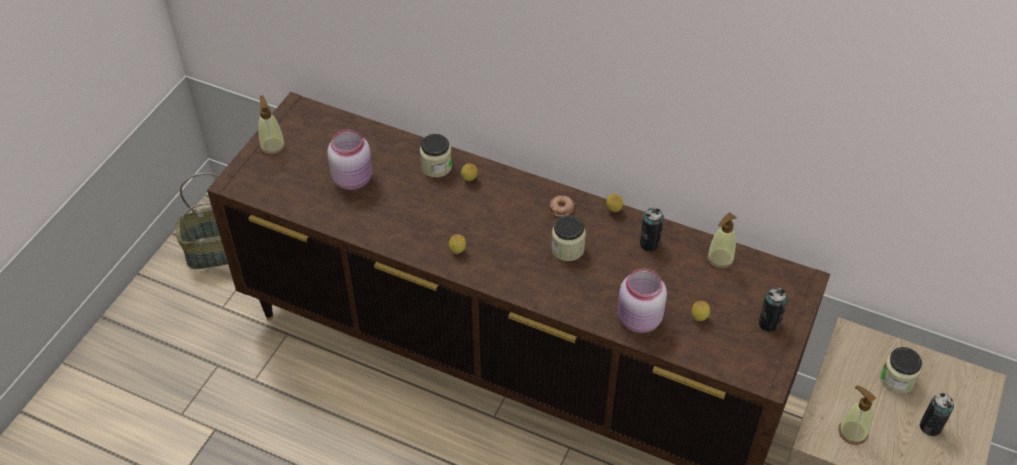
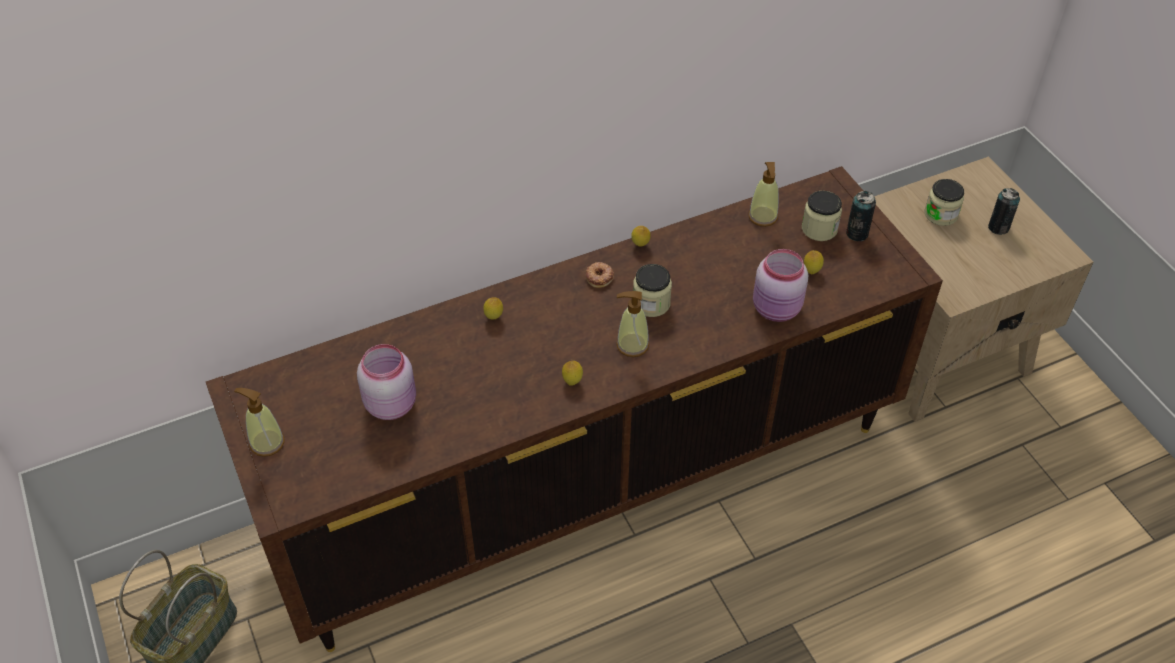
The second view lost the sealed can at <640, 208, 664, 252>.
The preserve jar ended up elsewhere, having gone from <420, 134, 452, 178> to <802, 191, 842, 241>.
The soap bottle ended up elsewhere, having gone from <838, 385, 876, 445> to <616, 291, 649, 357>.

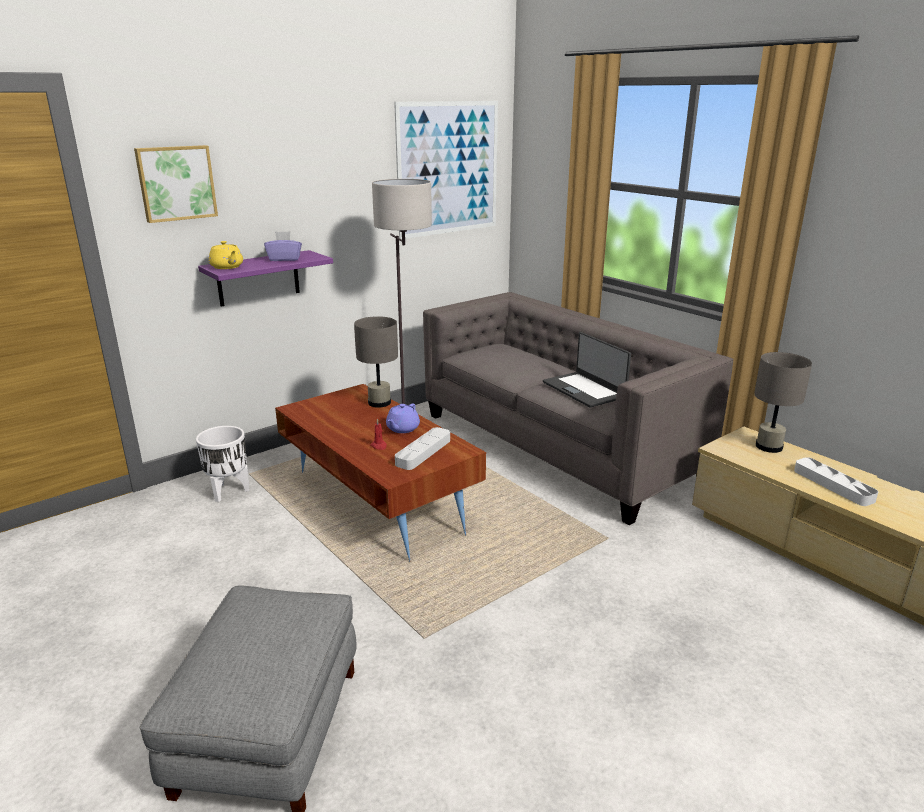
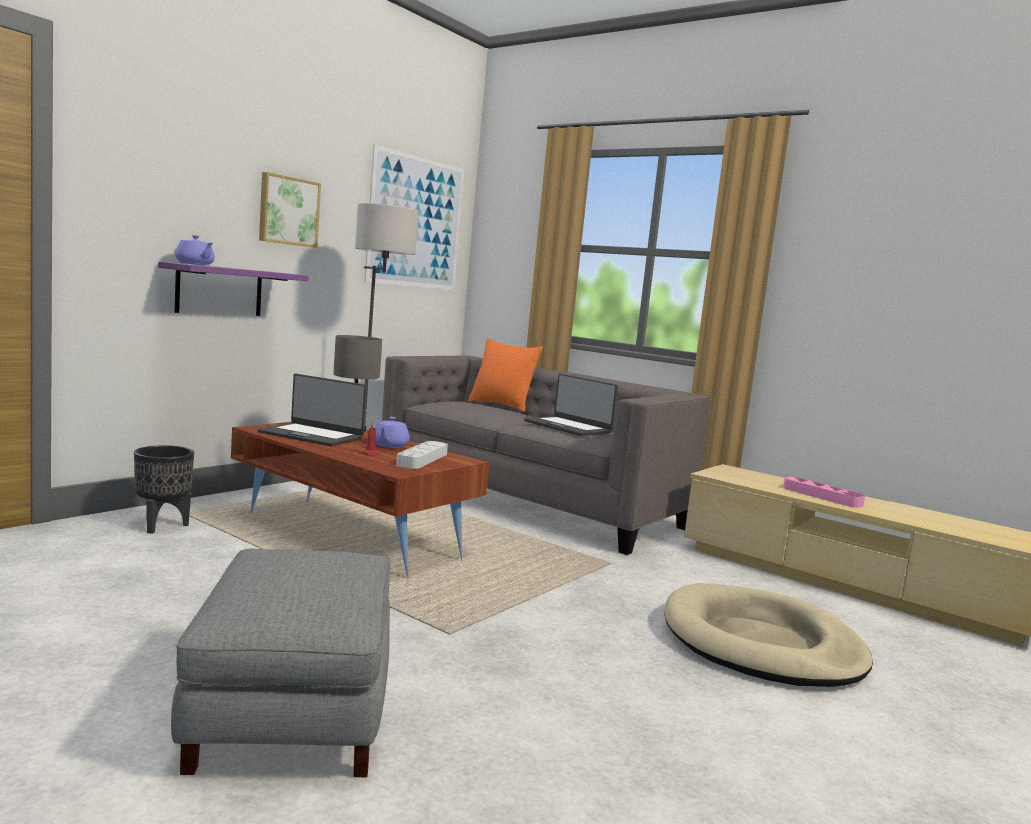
The second view lost the tissue box (purplish) at <264, 231, 302, 261>.
The second view lost the tabletop lamp (grey) at <754, 352, 812, 453>.
The second view gained the laptop at <258, 374, 367, 447>.
The second view gained the throw pillow (orangey) at <468, 338, 543, 412>.
The second view gained the dog cushion (sand-coloured) at <664, 583, 873, 687>.
The picture ended up elsewhere, having gone from <134, 145, 218, 223> to <259, 172, 321, 248>.
What was the planter (whitish) at <196, 426, 249, 502> turned into the planter (black-coloured) at <134, 445, 194, 534>.
What was the tea pot (yellow) at <209, 241, 243, 269> turned into the tea pot (purplish) at <175, 235, 215, 265>.
What was the tray (grey) at <794, 457, 878, 506> turned into the tray (pinkish) at <783, 477, 865, 508>.

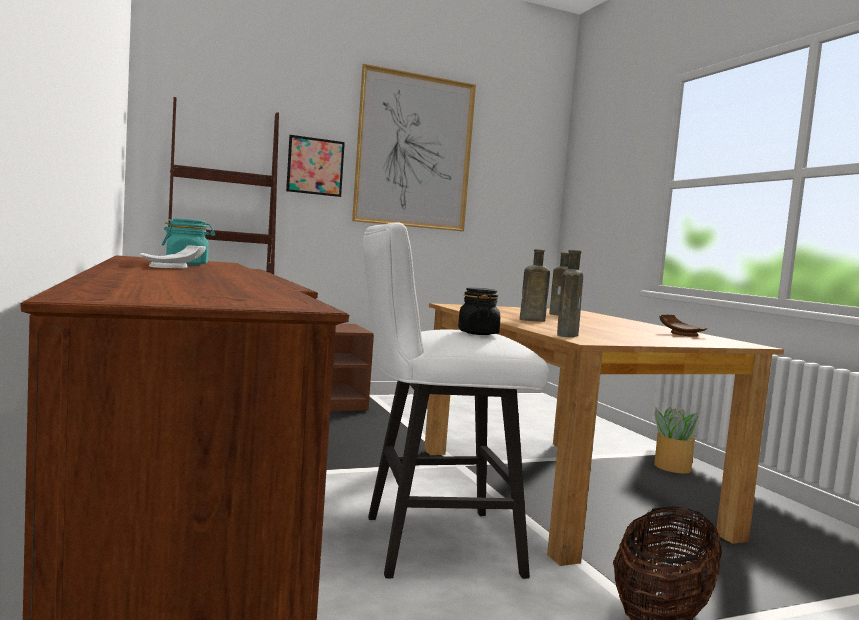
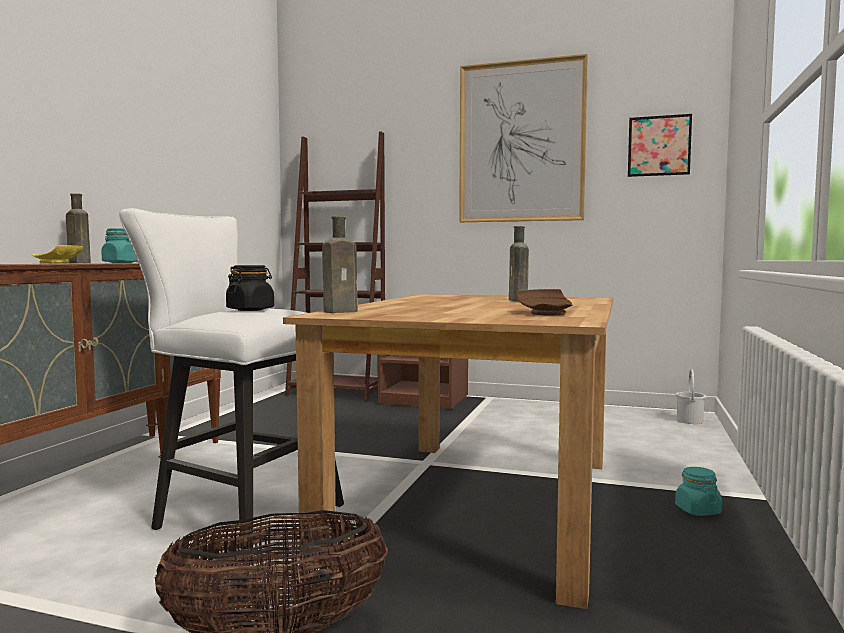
The second view gained the bucket (whitish) at <675, 369, 707, 424>.
The picture ended up elsewhere, having gone from <286, 135, 345, 197> to <628, 114, 692, 177>.
The beverage bottle (brown-coloured) ended up elsewhere, having gone from <520, 249, 550, 322> to <66, 193, 91, 263>.
Where the houseplant stood at <654, 407, 699, 474>, the preserve jar (blue-green) came to stand at <675, 467, 722, 516>.
What was the dinner plate (whitish) at <140, 245, 206, 268> turned into the dinner plate (yellow) at <31, 245, 83, 263>.

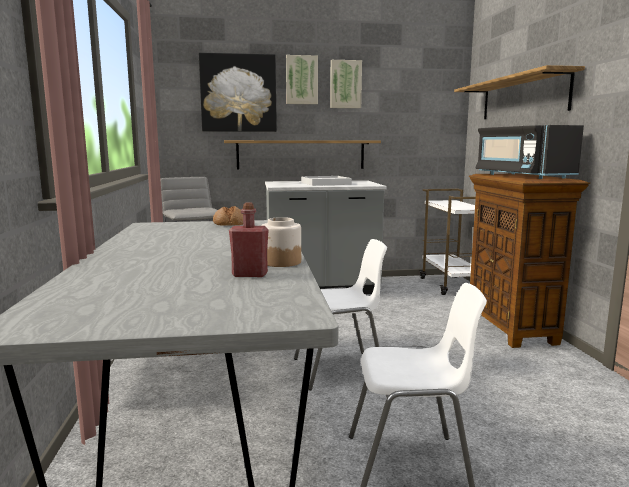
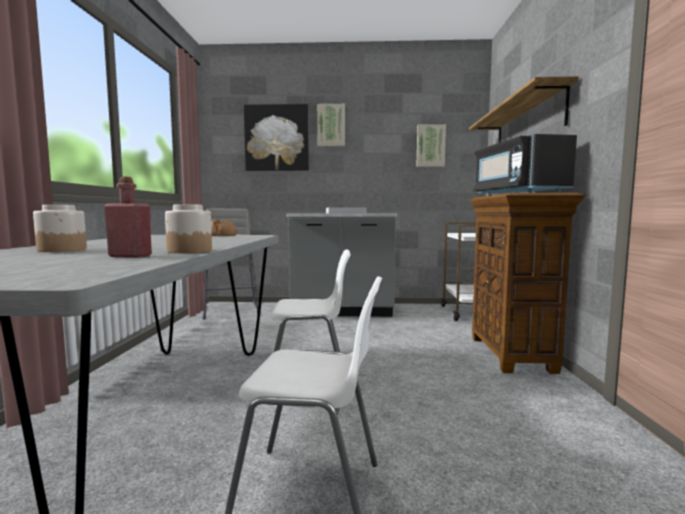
The second view lost the shelf at <224, 140, 381, 170>.
The second view gained the preserve jar at <33, 205, 87, 252>.
The picture ended up elsewhere, having gone from <330, 60, 362, 108> to <416, 124, 446, 167>.

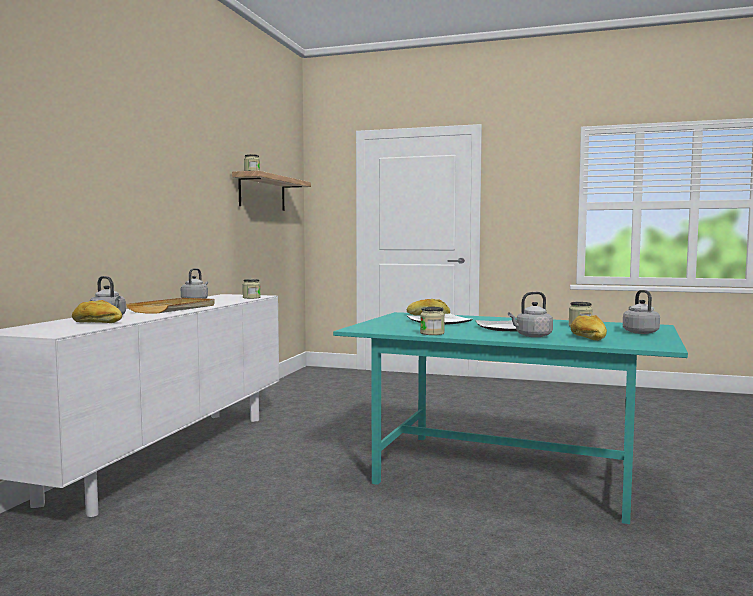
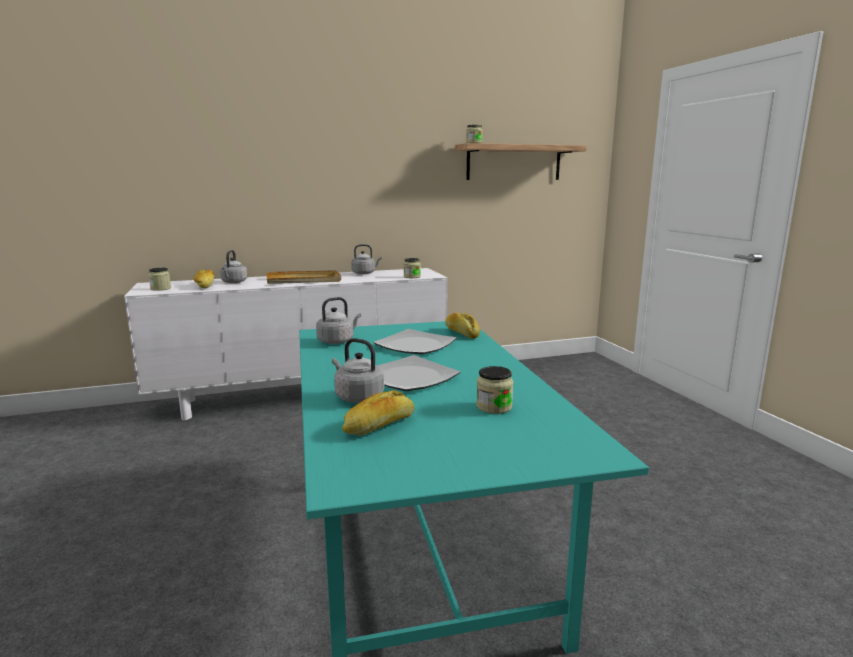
The preserve jar ended up elsewhere, having gone from <420, 307, 445, 335> to <148, 268, 171, 291>.
The tea kettle (grey) ended up elsewhere, having gone from <623, 290, 660, 334> to <316, 297, 361, 344>.

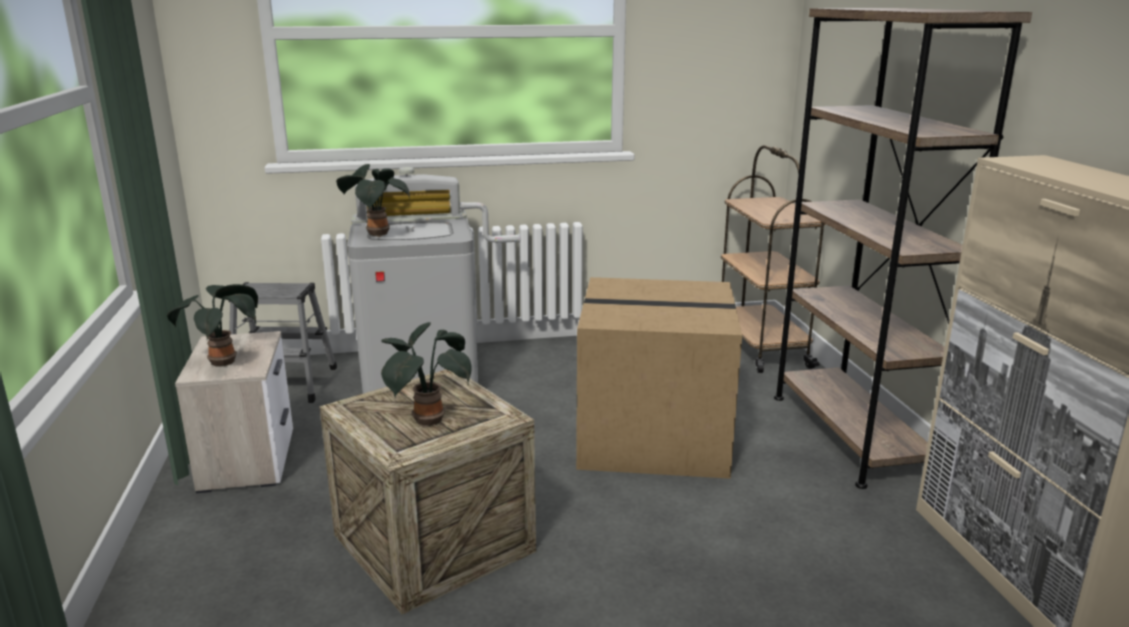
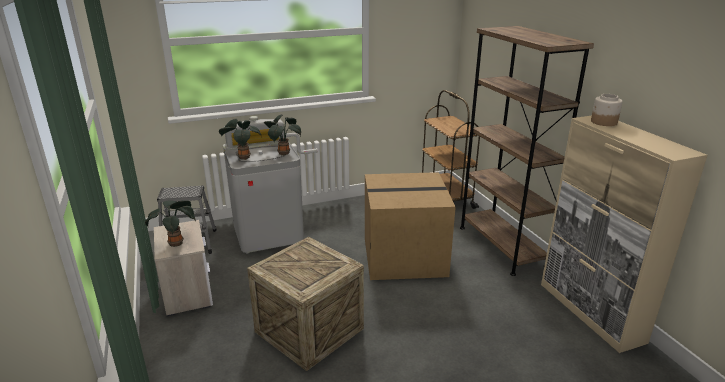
The second view gained the preserve jar at <591, 94, 623, 126>.
The houseplant ended up elsewhere, having gone from <381, 322, 472, 428> to <263, 114, 301, 156>.

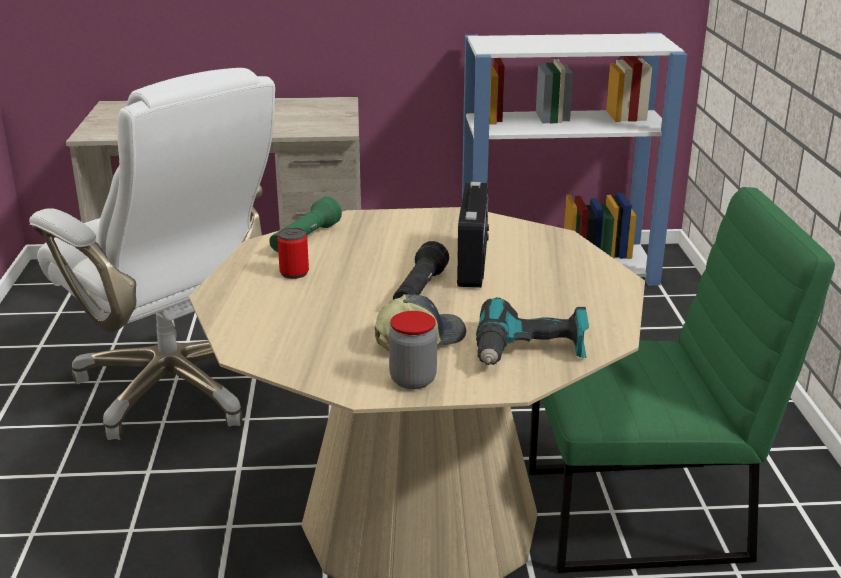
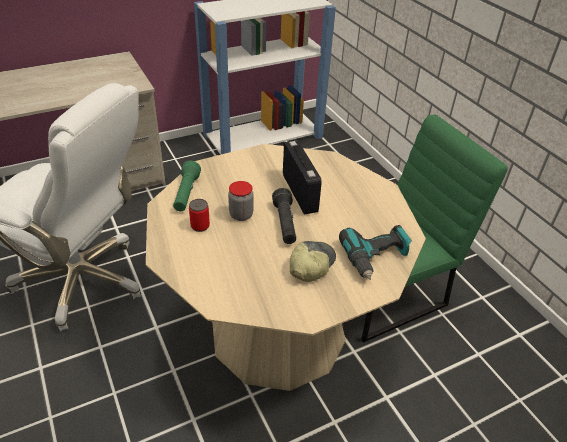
The preserve jar ended up elsewhere, having gone from <389, 311, 437, 389> to <228, 181, 253, 221>.

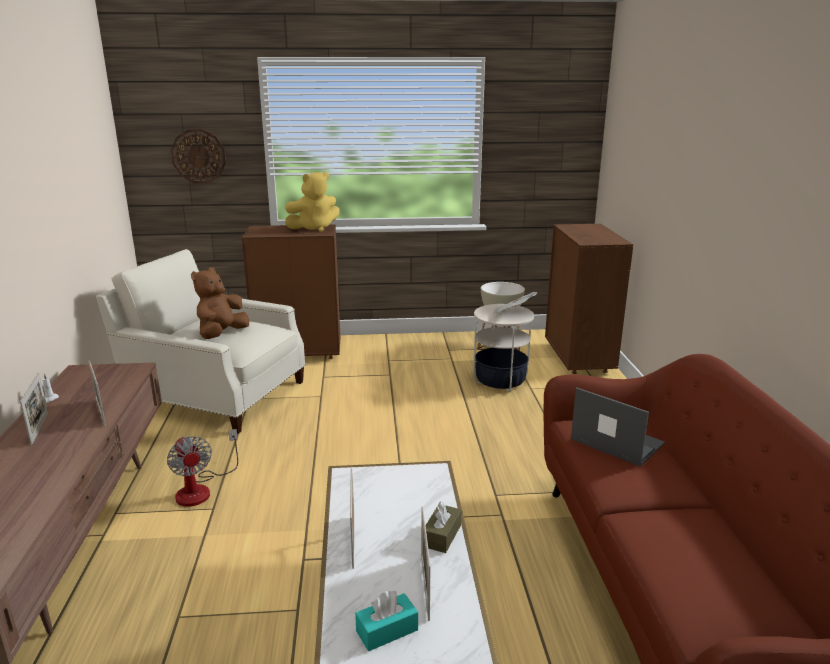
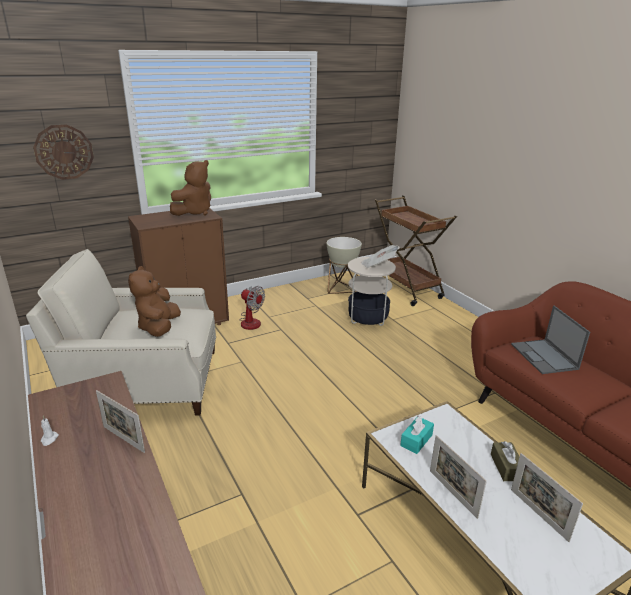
The second view lost the picture frame at <20, 372, 48, 445>.
The electric fan ended up elsewhere, having gone from <167, 429, 238, 507> to <239, 286, 265, 330>.
The tissue box (blue-green) ended up elsewhere, having gone from <355, 591, 418, 651> to <400, 415, 434, 454>.
Where the cupboard (brown-coloured) stood at <545, 224, 633, 374>, the trolley (brown-coloured) came to stand at <375, 195, 457, 306>.
What was the plush toy (yellow) at <285, 172, 340, 232> turned into the plush toy (brown-coloured) at <170, 160, 211, 216>.
The laptop at <571, 388, 665, 466> ended up facing another way, 120 degrees counterclockwise from before.

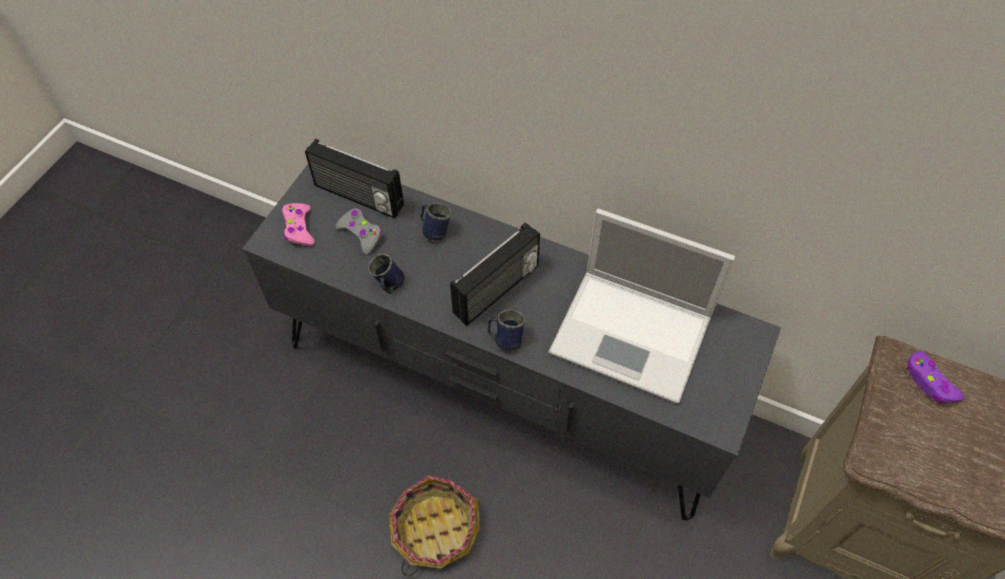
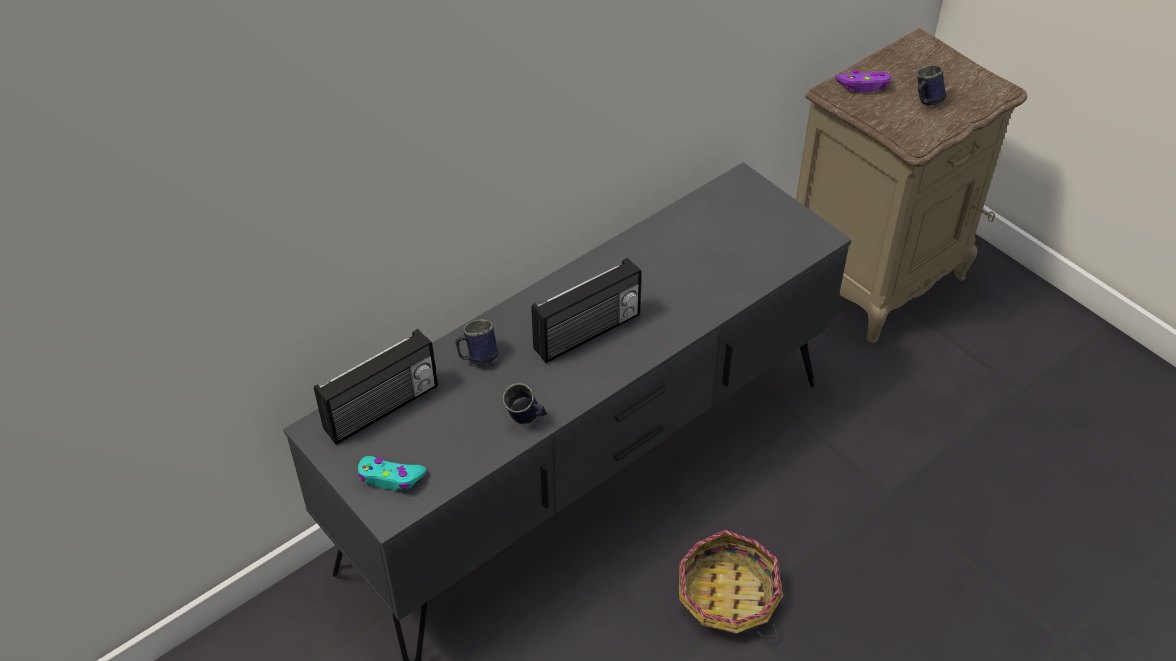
The second view lost the joypad (grey) at <335, 208, 382, 255>.
The second view lost the laptop at <549, 208, 735, 404>.
The tea mug (blue-coloured) ended up elsewhere, having gone from <487, 309, 525, 351> to <916, 65, 946, 105>.
What was the joypad (pinkish) at <282, 203, 315, 246> turned into the joypad (blue-green) at <358, 456, 426, 490>.
The radio at <450, 222, 540, 326> ended up facing another way, 75 degrees clockwise from before.

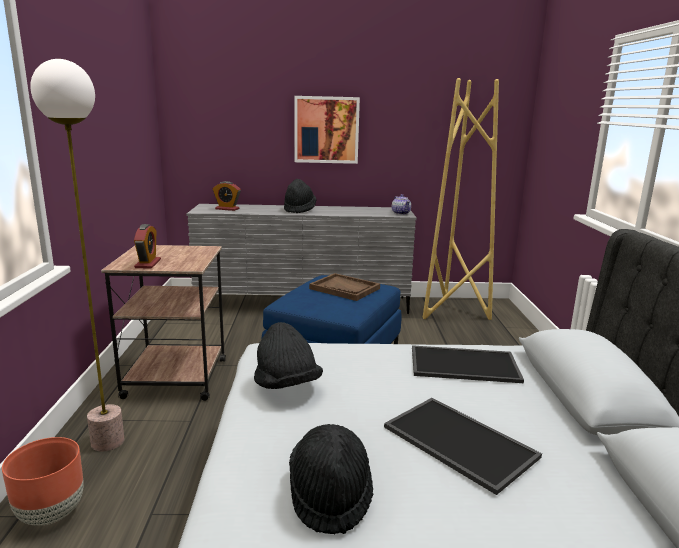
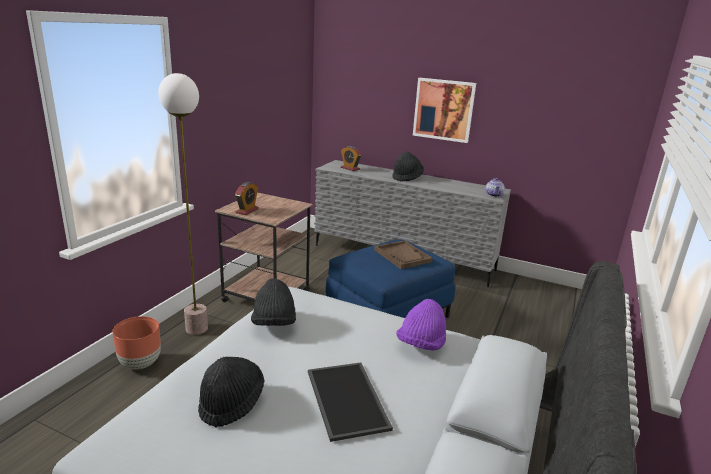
The second view lost the garment stand (yellow) at <423, 78, 499, 320>.
Where the tray stood at <412, 345, 524, 383>, the hat (purplish) came to stand at <396, 299, 446, 350>.

